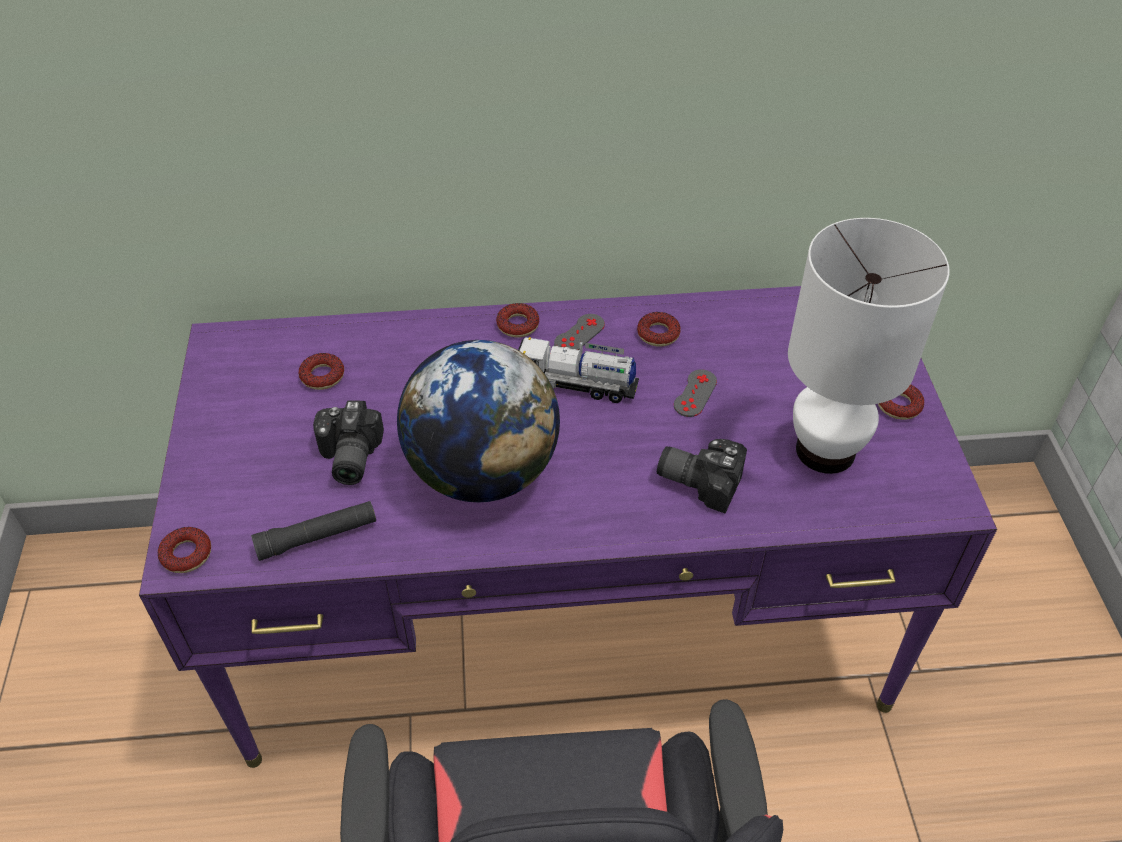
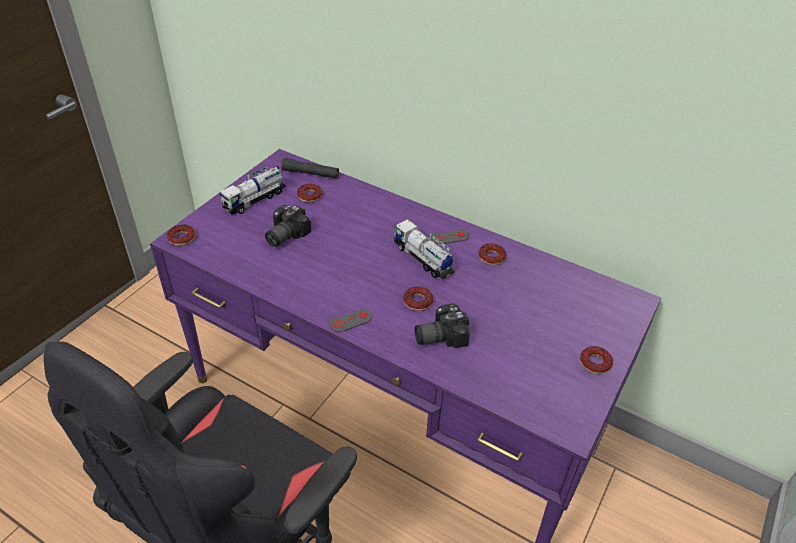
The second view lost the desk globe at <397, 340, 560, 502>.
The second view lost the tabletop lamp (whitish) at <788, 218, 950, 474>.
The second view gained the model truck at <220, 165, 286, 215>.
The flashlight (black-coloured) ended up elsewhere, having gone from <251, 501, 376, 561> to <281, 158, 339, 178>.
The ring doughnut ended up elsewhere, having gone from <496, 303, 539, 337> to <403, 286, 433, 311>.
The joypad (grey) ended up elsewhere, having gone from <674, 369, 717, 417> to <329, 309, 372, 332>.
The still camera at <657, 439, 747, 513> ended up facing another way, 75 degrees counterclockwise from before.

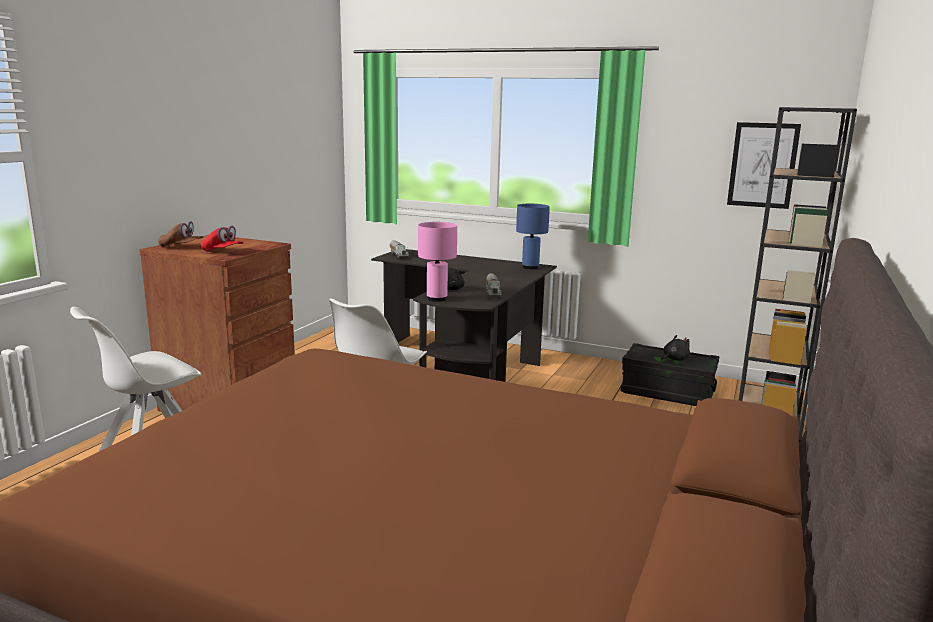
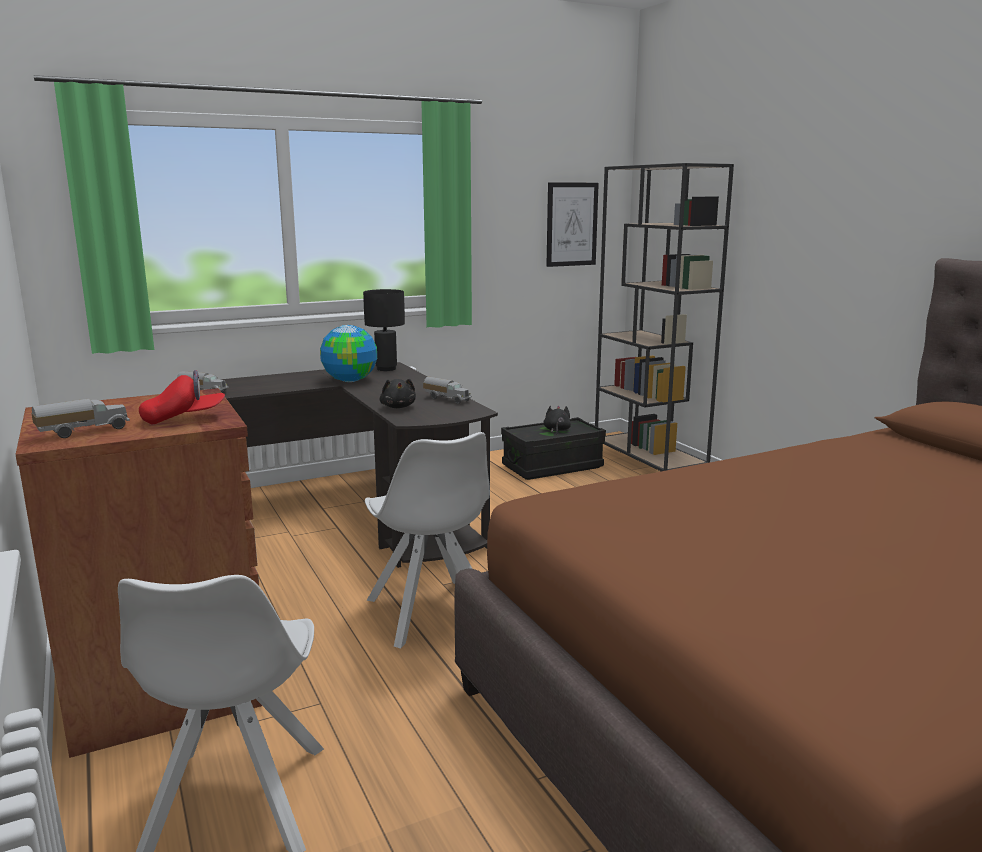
The second view lost the tabletop lamp (pinkish) at <418, 222, 457, 302>.
The second view gained the desk globe at <320, 325, 377, 382>.
Where the baseball cap (brown-coloured) stood at <158, 221, 203, 247>, the model truck came to stand at <31, 399, 130, 438>.
What was the tabletop lamp (blue-coloured) at <516, 204, 550, 269> turned into the tabletop lamp (black-coloured) at <363, 289, 405, 371>.

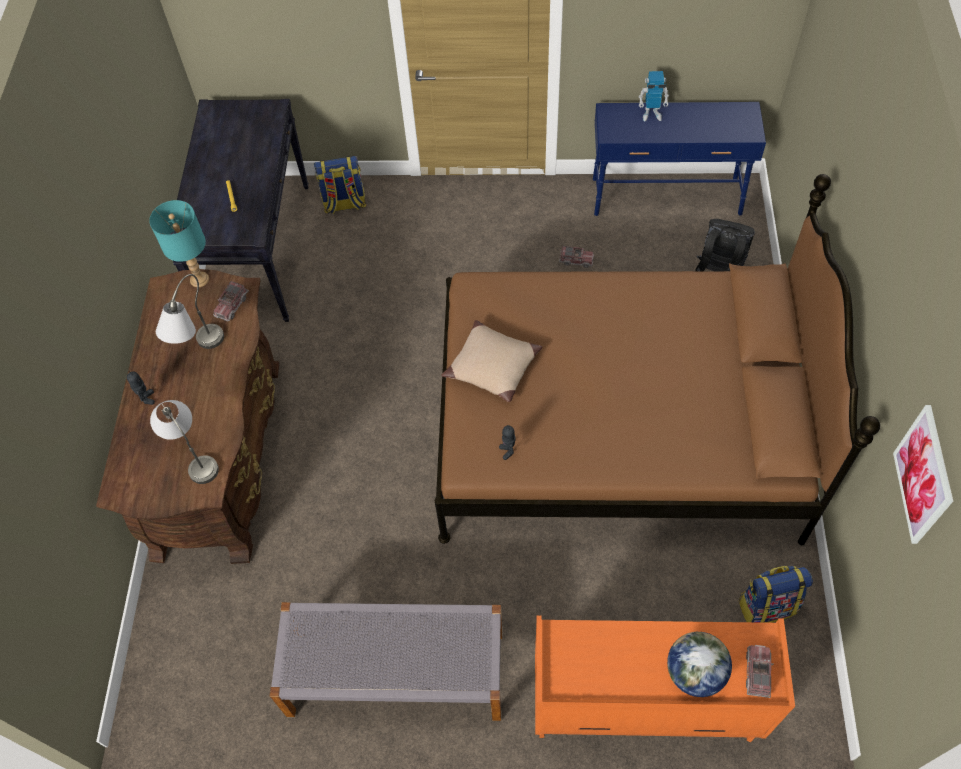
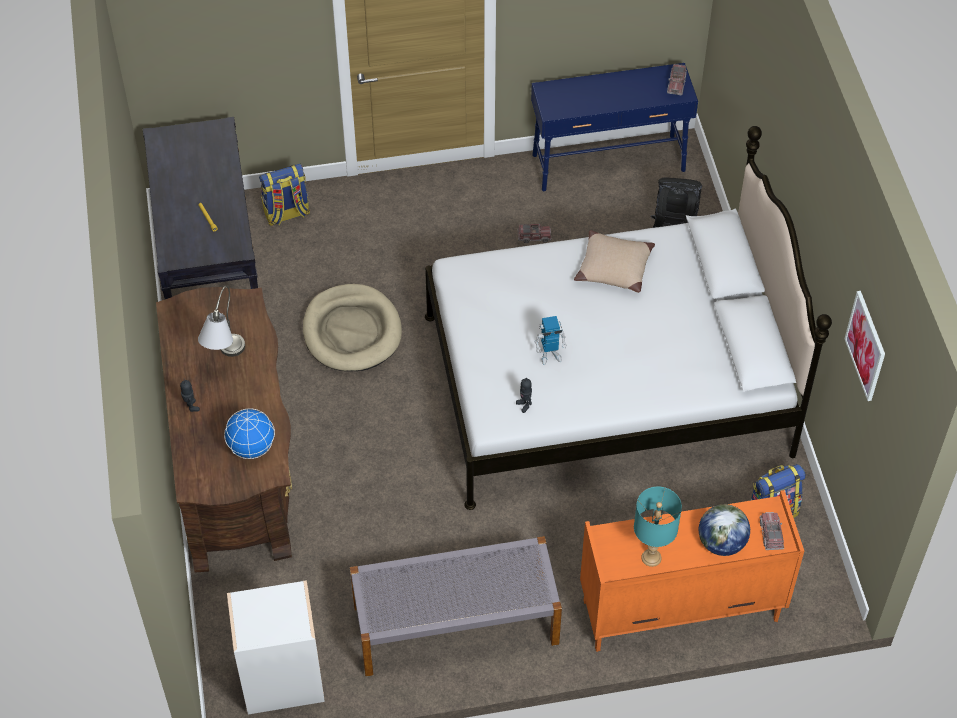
The second view gained the shelving unit (whitish) at <227, 580, 325, 714>.
The second view gained the dog cushion (sand-coloured) at <303, 284, 402, 371>.
The tabletop lamp (blue-green) ended up elsewhere, having gone from <149, 200, 209, 287> to <634, 487, 682, 567>.
The model truck ended up elsewhere, having gone from <213, 281, 249, 321> to <667, 64, 687, 95>.
The throw pillow (sand-coloured) ended up elsewhere, having gone from <442, 320, 542, 402> to <574, 230, 655, 293>.
The robot figure ended up elsewhere, having gone from <639, 71, 669, 122> to <535, 316, 567, 365>.
Where the tabletop lamp (grey) stood at <150, 400, 219, 484>, the desk globe came to stand at <224, 409, 275, 459>.
What was the bed (brown-coloured) at <434, 174, 880, 545> turned into the bed (whitish) at <425, 126, 832, 510>.

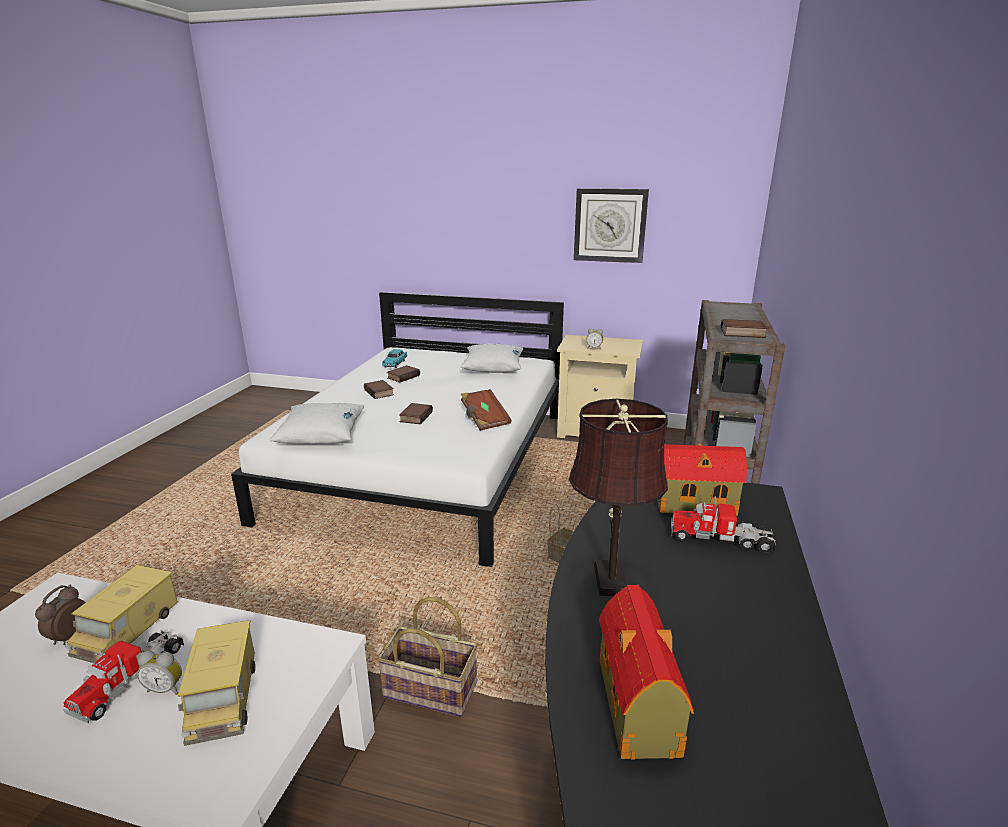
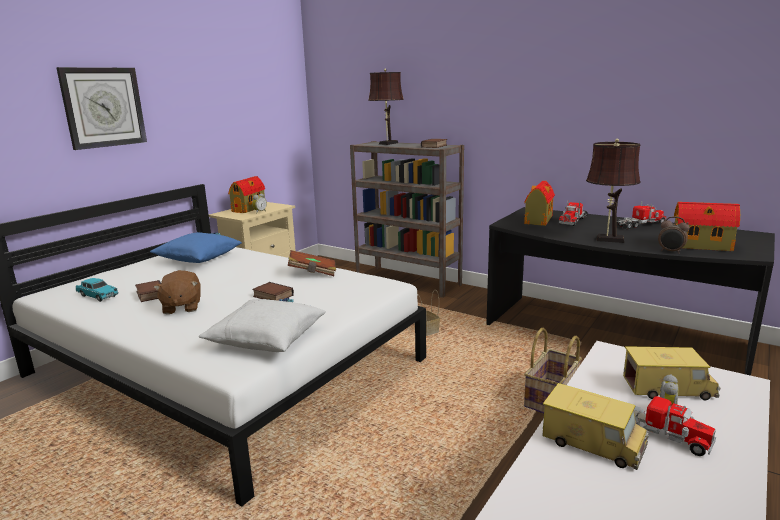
The second view gained the miniature house at <228, 176, 265, 213>.
The second view gained the tabletop lamp (brown-coloured) at <368, 68, 404, 145>.
The second view gained the model truck at <616, 202, 667, 229>.
The alarm clock ended up elsewhere, having gone from <35, 585, 86, 645> to <658, 216, 690, 254>.
The hanging clock ended up elsewhere, having gone from <574, 188, 649, 263> to <56, 67, 147, 150>.
Where the book stood at <364, 380, 394, 399>, the plush toy (brown-coloured) came to stand at <153, 270, 201, 314>.
What was the throw pillow (grey) at <460, 343, 523, 373> turned into the throw pillow (blue-coloured) at <150, 232, 242, 263>.

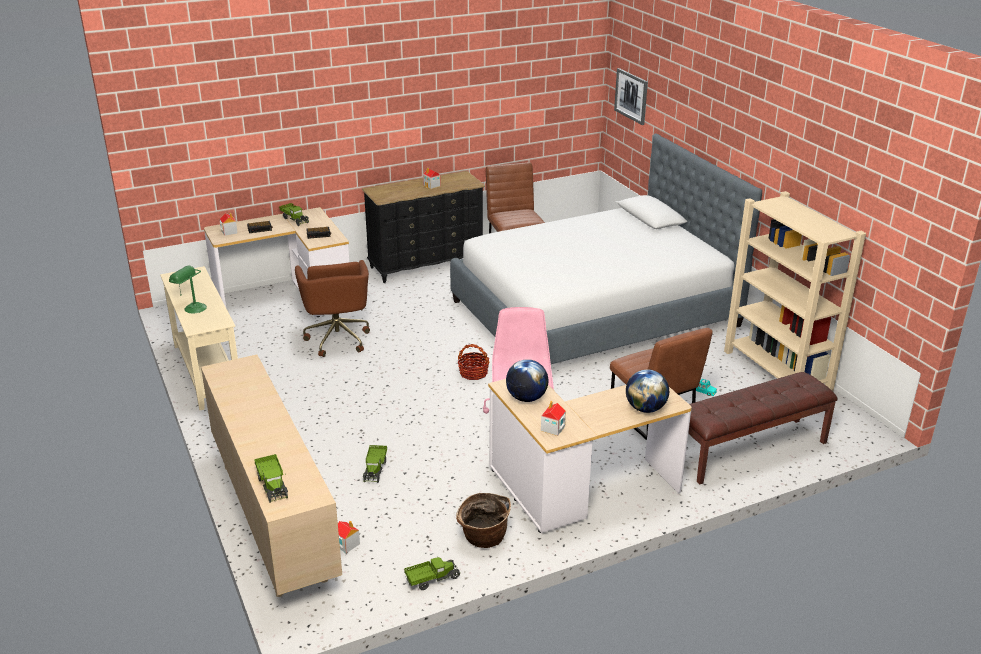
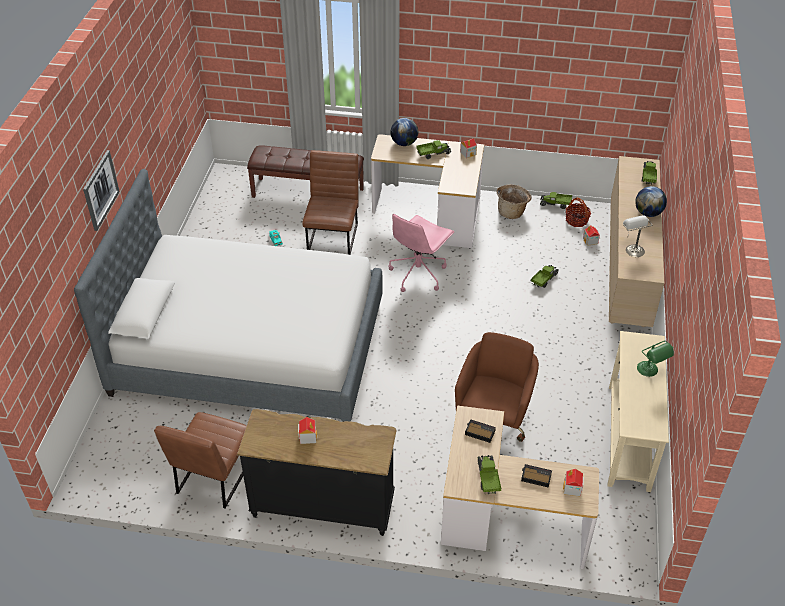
The second view lost the shelving unit (sand-coloured) at <724, 191, 866, 391>.
The second view gained the model truck at <417, 140, 451, 159>.
The second view gained the tabletop lamp (whitish) at <623, 215, 652, 257>.
The basket ended up elsewhere, having gone from <458, 344, 490, 380> to <565, 197, 591, 227>.
The desk globe ended up elsewhere, having gone from <506, 359, 548, 402> to <635, 186, 667, 217>.
The picture ended up elsewhere, having gone from <614, 68, 648, 125> to <83, 150, 120, 231>.

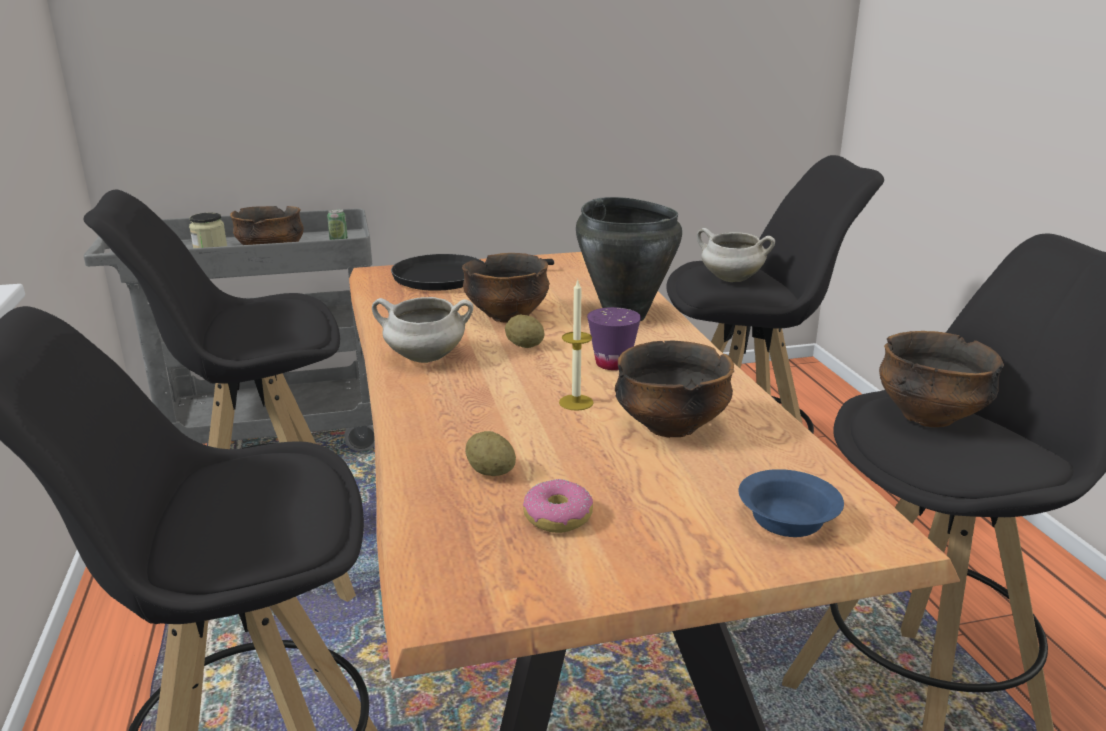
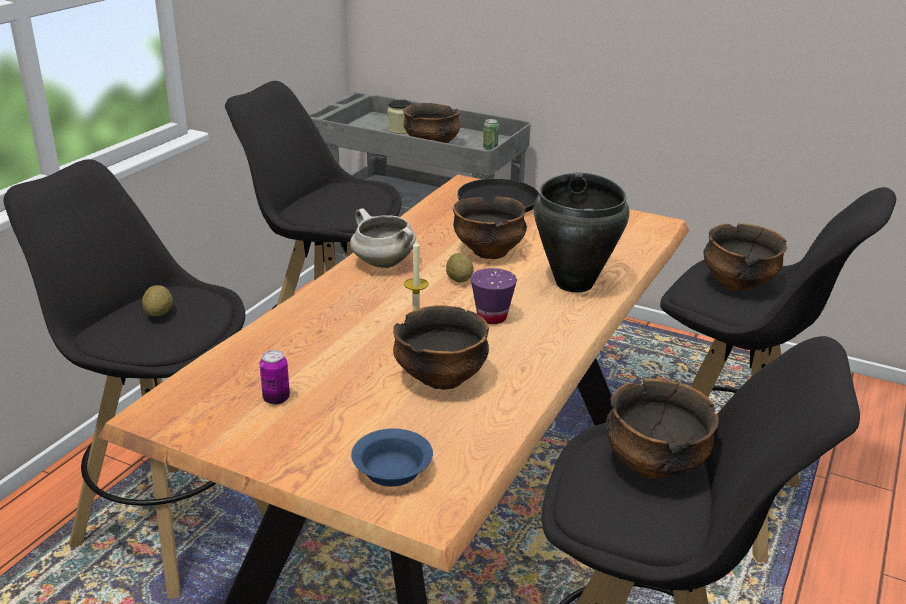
The whole potato ended up elsewhere, having gone from <465, 431, 516, 476> to <142, 285, 173, 316>.
Where the ring doughnut stood at <523, 479, 593, 533>, the sealed can came to stand at <260, 350, 290, 405>.
Where the saucepot (whitish) stood at <697, 228, 775, 282>, the deep dish came to stand at <703, 223, 787, 291>.

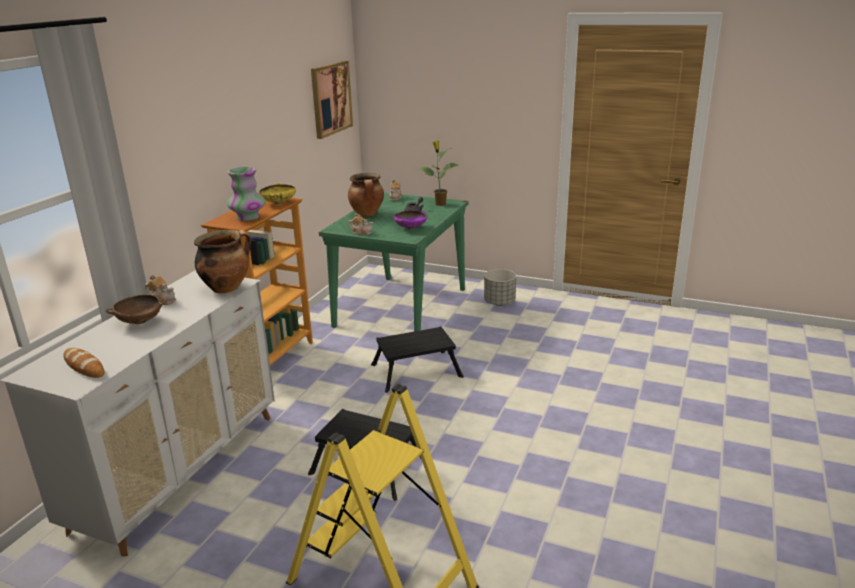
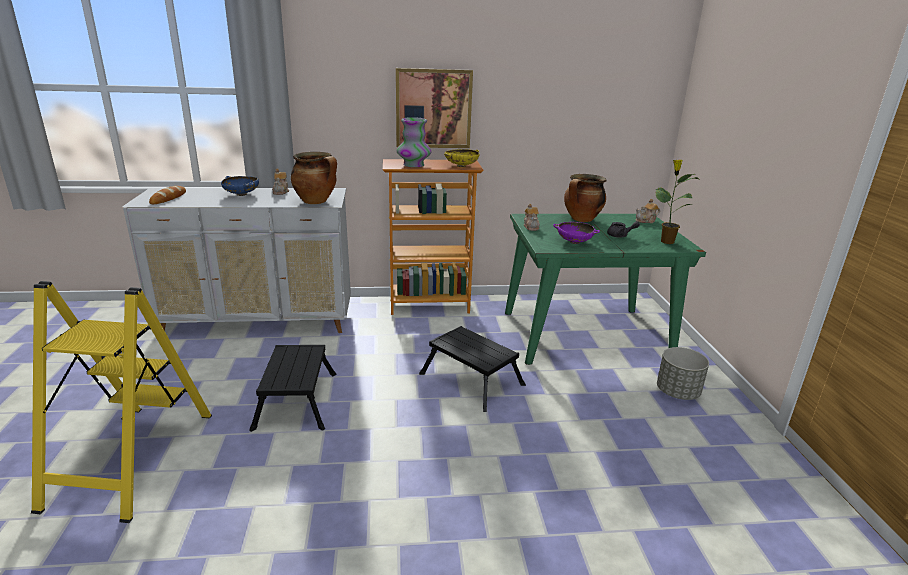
The picture ended up elsewhere, having gone from <311, 61, 353, 139> to <396, 68, 473, 148>.
What was the deep dish (brown-coloured) at <105, 295, 167, 324> turned into the deep dish (blue-coloured) at <221, 176, 259, 196>.

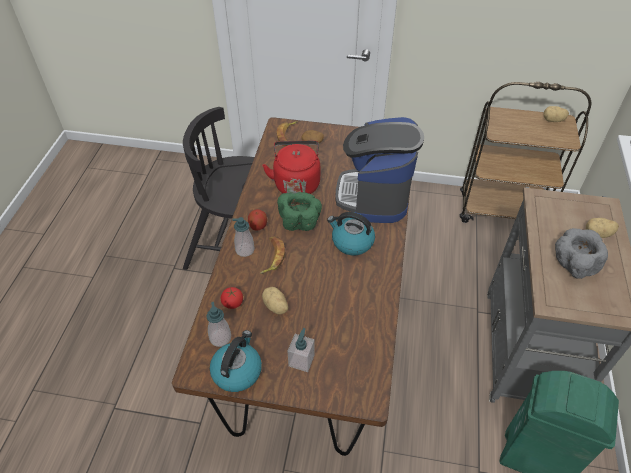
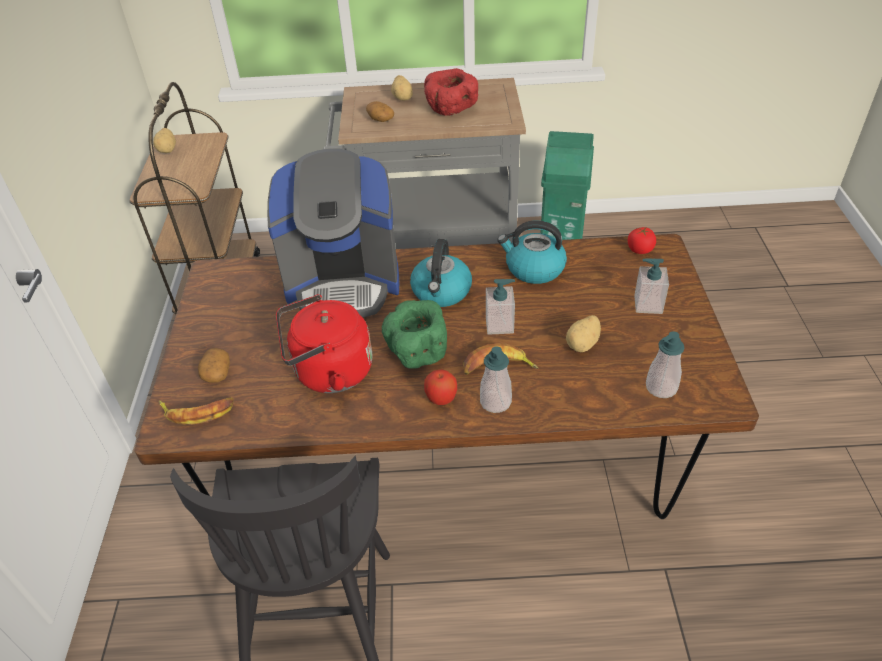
The second view gained the whole potato at <366, 101, 394, 122>.
The second view gained the soap bottle at <486, 279, 515, 335>.
The tea kettle ended up elsewhere, having gone from <210, 330, 262, 392> to <497, 221, 567, 284>.
The tomato ended up elsewhere, having gone from <221, 287, 243, 309> to <628, 227, 656, 254>.
What was the deep dish (grey) at <555, 228, 608, 279> turned into the deep dish (red) at <424, 68, 478, 116>.

